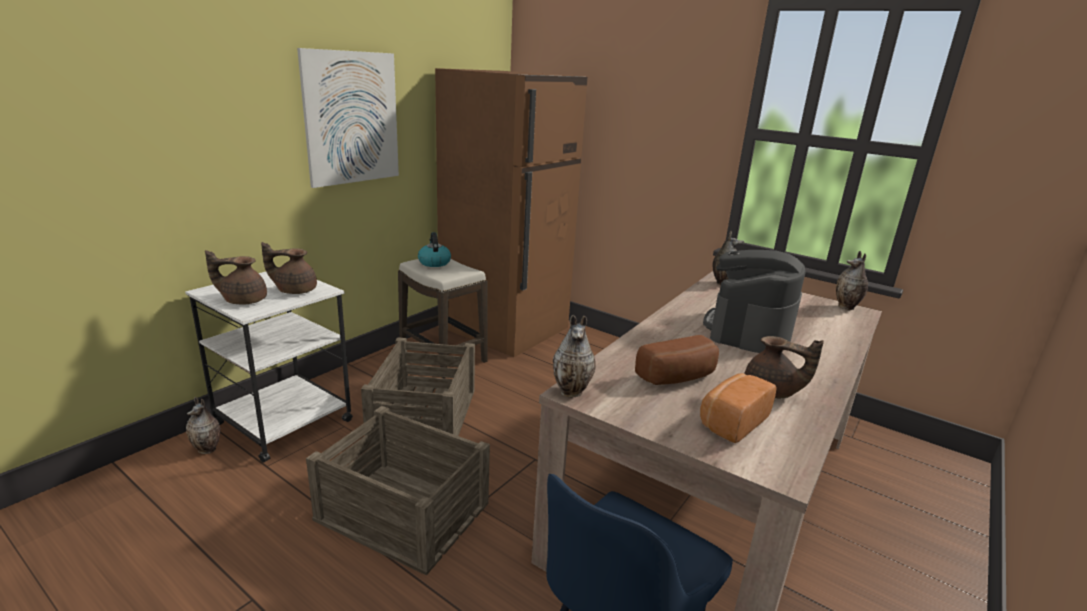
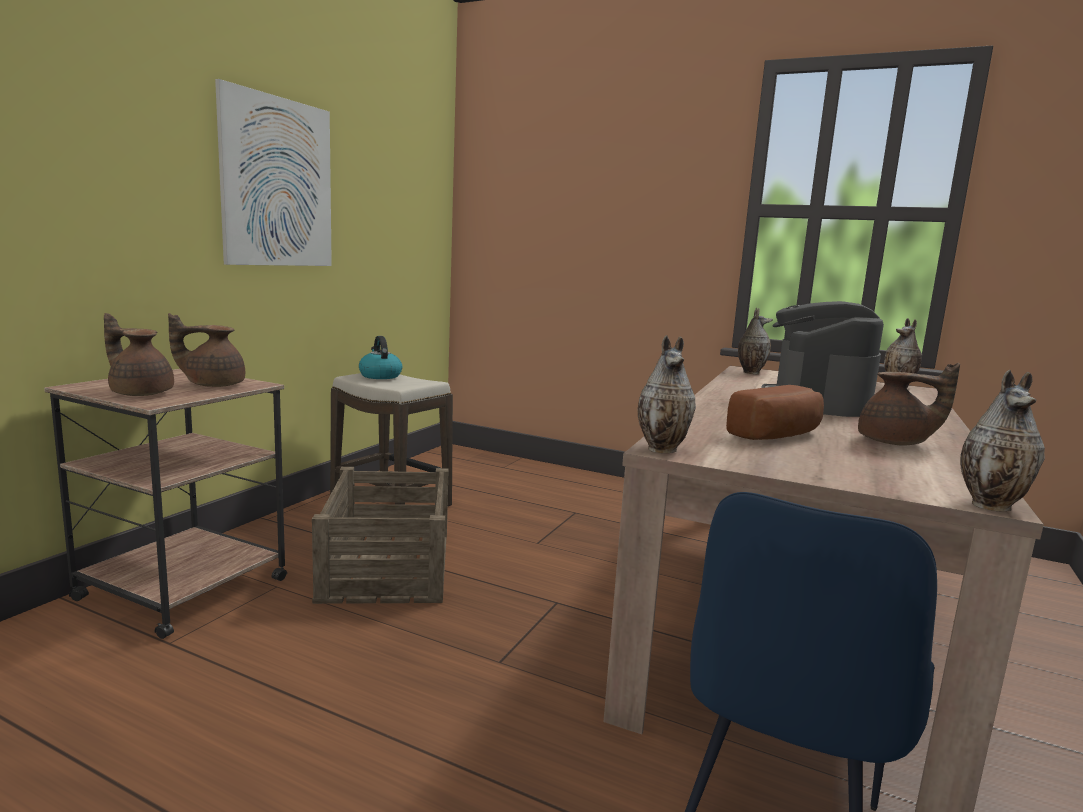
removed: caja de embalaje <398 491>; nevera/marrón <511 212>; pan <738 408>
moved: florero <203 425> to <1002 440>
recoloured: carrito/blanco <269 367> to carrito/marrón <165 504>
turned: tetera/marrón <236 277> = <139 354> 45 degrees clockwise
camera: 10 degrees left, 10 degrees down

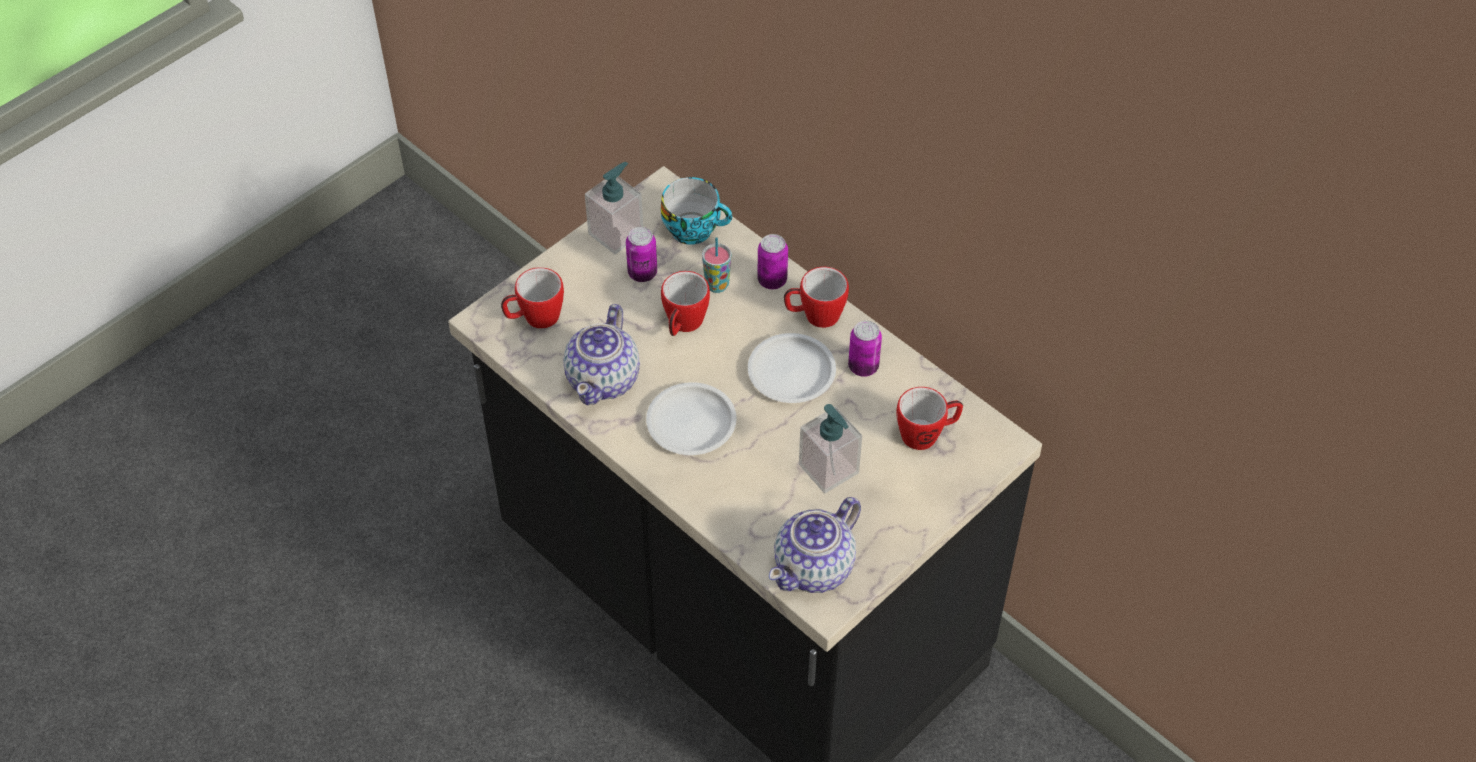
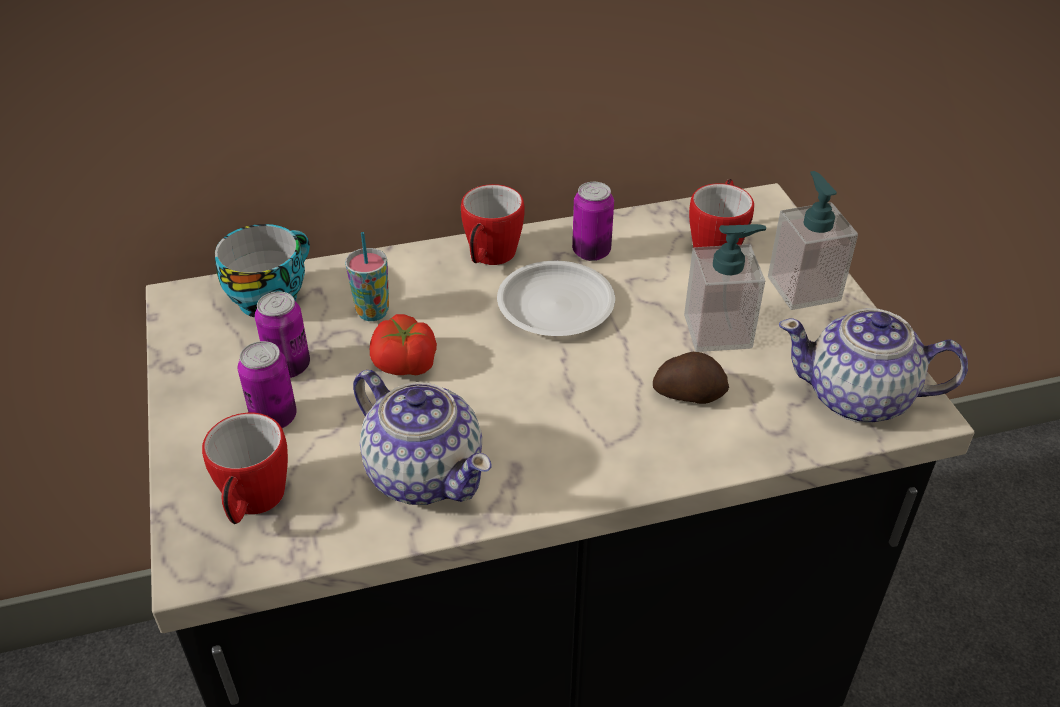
removed: plato/blanco <691 418>
added: patata <691 378>
moved: dispensador de jabón <614 208> to <813 240>; lata <772 261> to <267 384>
replaced: taza grande <685 303> to tomate <403 344>
turned: tetera <815 545> = <873 365> 120 degrees clockwise
camera: 60 degrees left, 10 degrees down

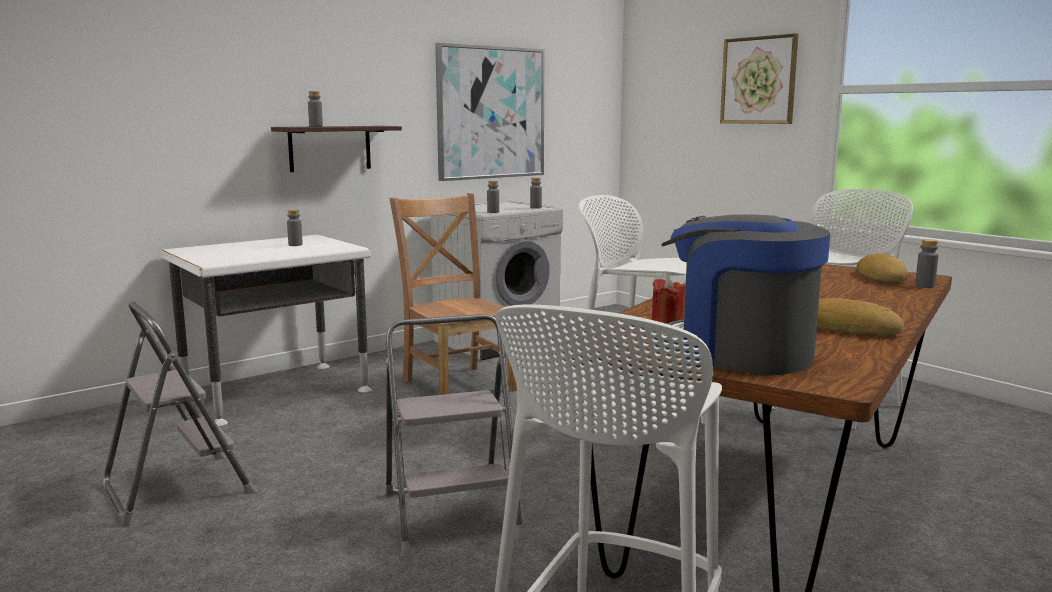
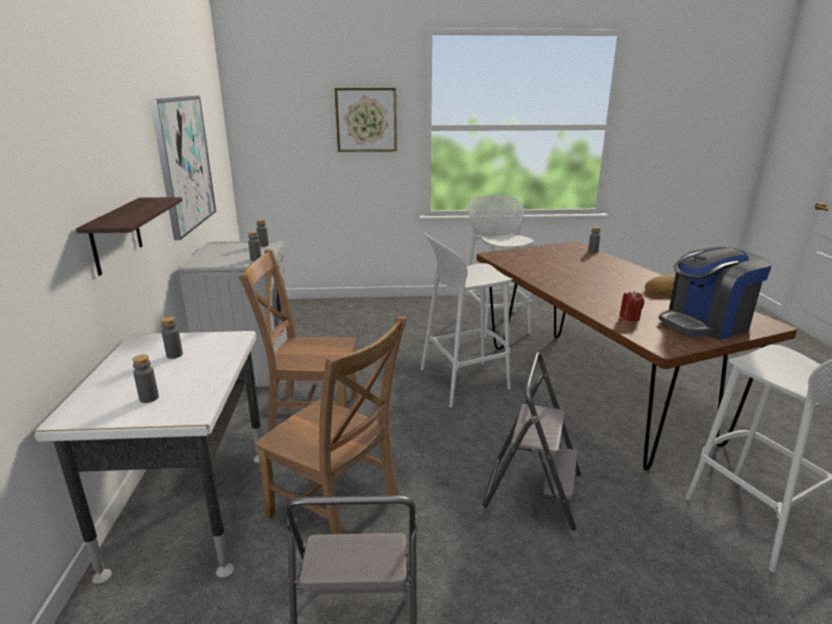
removed: pan <882 267>
added: silla/marrón <330 425>
moved: botella/gris <315 109> to <145 379>
camera: 55 degrees left, 10 degrees up

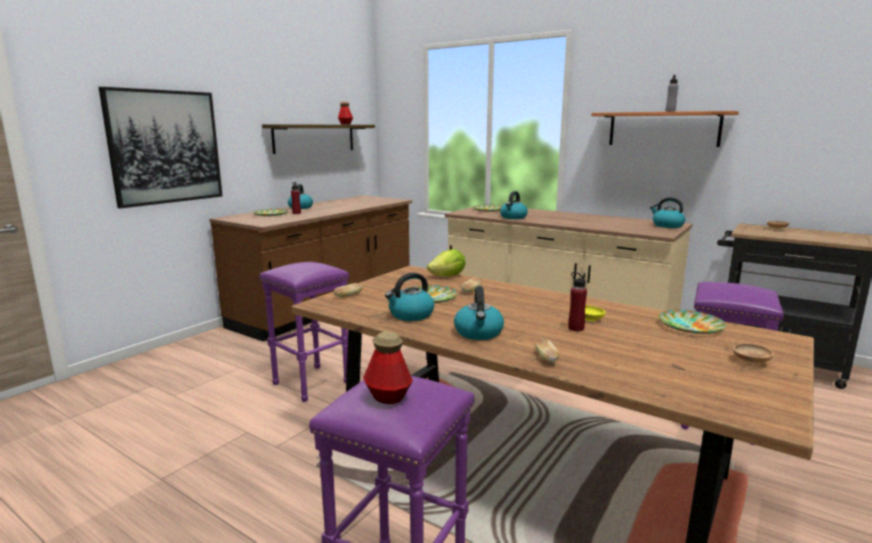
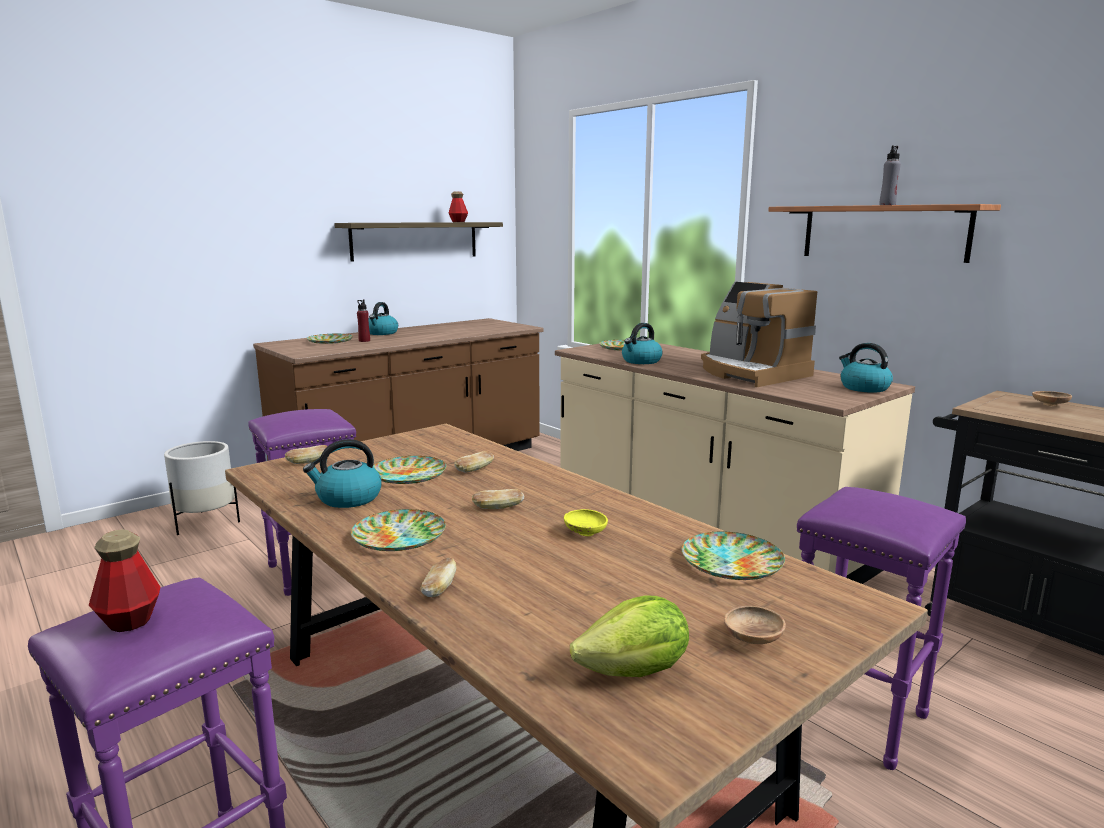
removed: cuadro <161 147>; botella/rojo <577 301>
added: maceta/blanco <202 488>; pan <498 499>; cafetera <759 334>
moved: lechuga <446 263> to <629 636>
replaced: hervidor <479 313> to plato <398 530>
camera: 15 degrees right, 0 degrees up

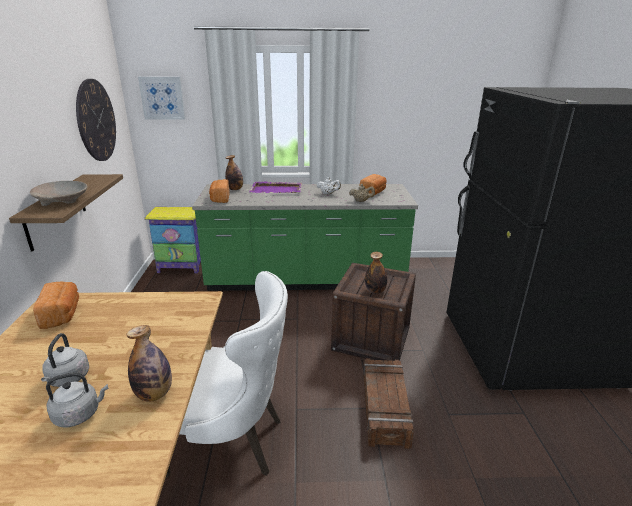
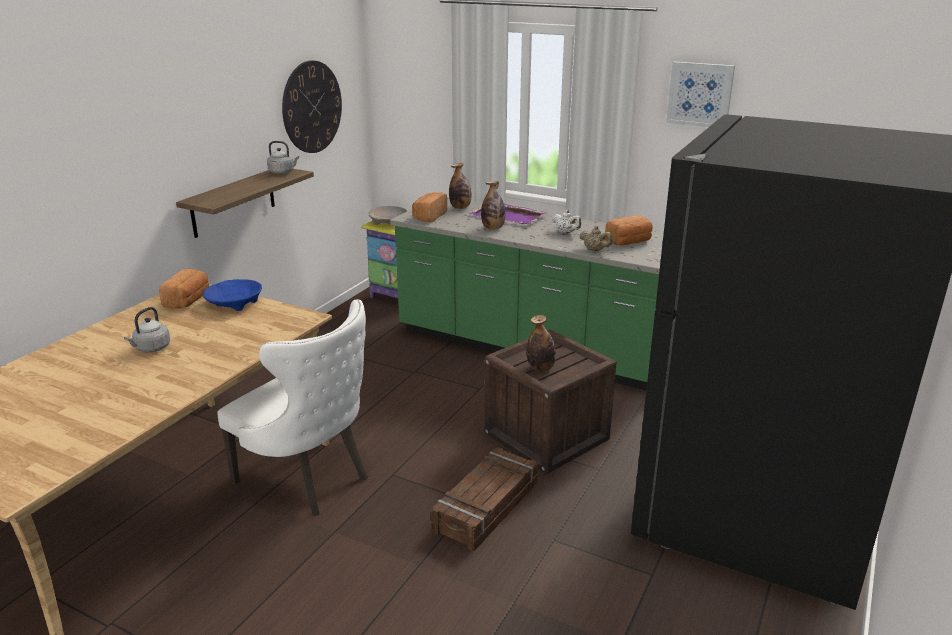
added: cuenco/azul <232 295>
moved: cuenco/beis <59 193> to <388 216>; hervidor/gris <77 399> to <283 157>; botella <149 363> to <493 205>; cuadro <161 98> to <700 94>
camera: 30 degrees right, 0 degrees up

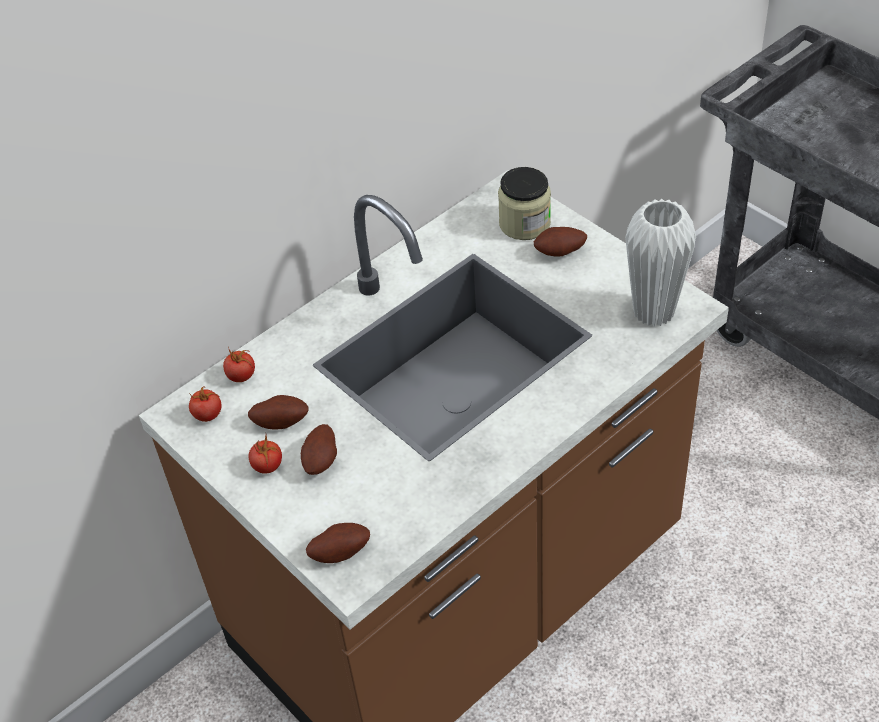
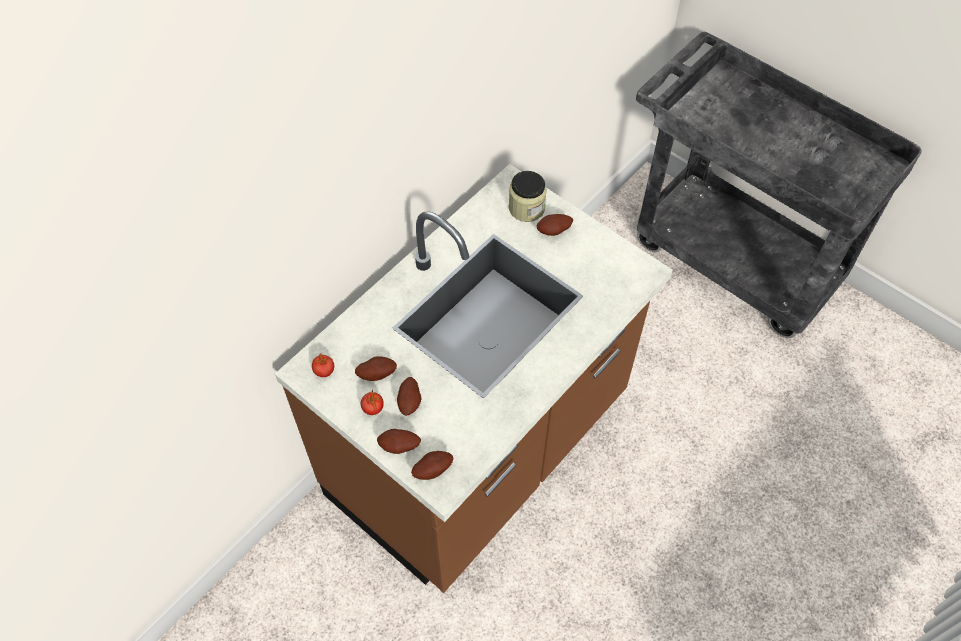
removed: tomate <239 364>; florero/blanco <660 263>
added: patata <399 441>
camera: 10 degrees left, 10 degrees up

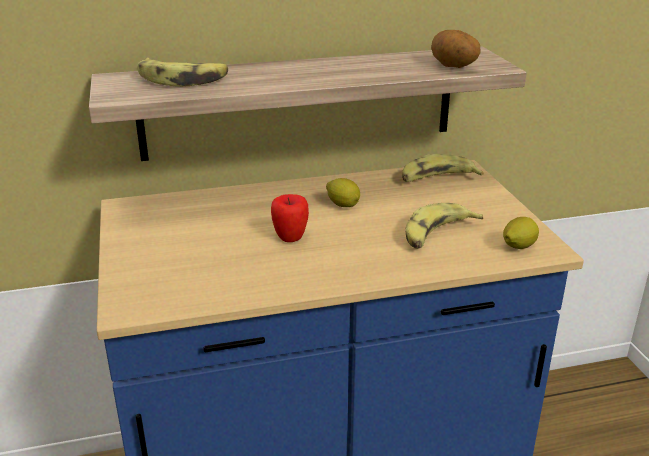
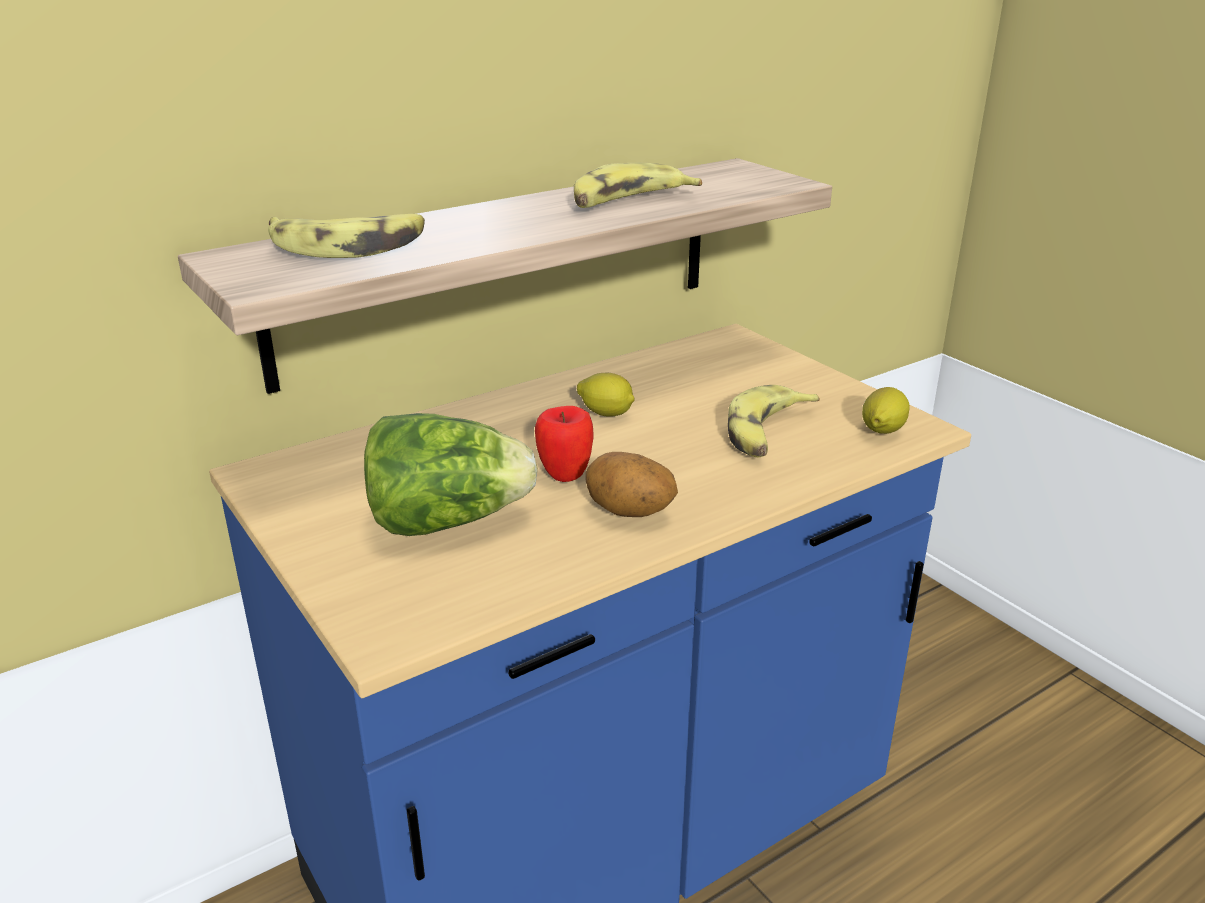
added: lechuga <451 474>
moved: plátano <443 168> to <638 185>; patata <456 49> to <632 484>
camera: 20 degrees left, 0 degrees up

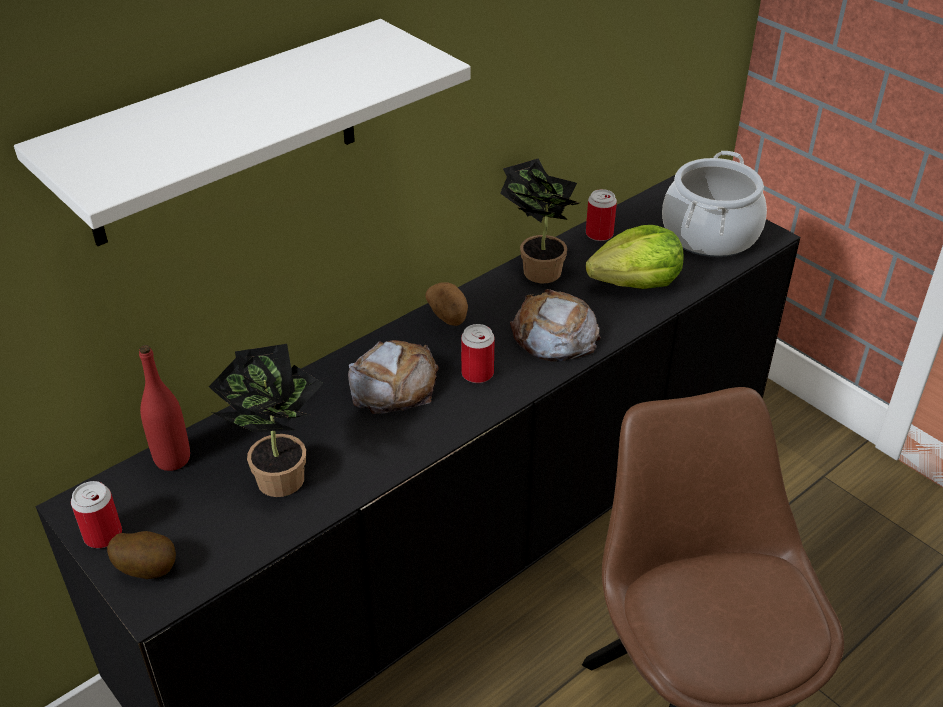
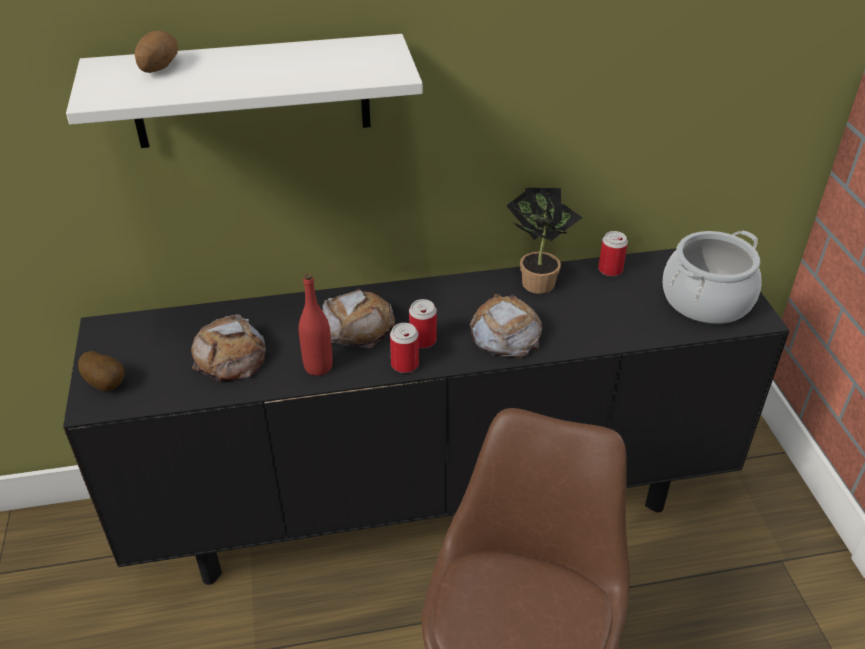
removed: lechuga <635 257>
moved: lata <96 514> to <404 348>; botella/rojo <164 408> to <316 324>; patata <446 304> to <156 52>
replaced: planta en maceta <266 420> to pan <228 348>
camera: 30 degrees right, 0 degrees up

